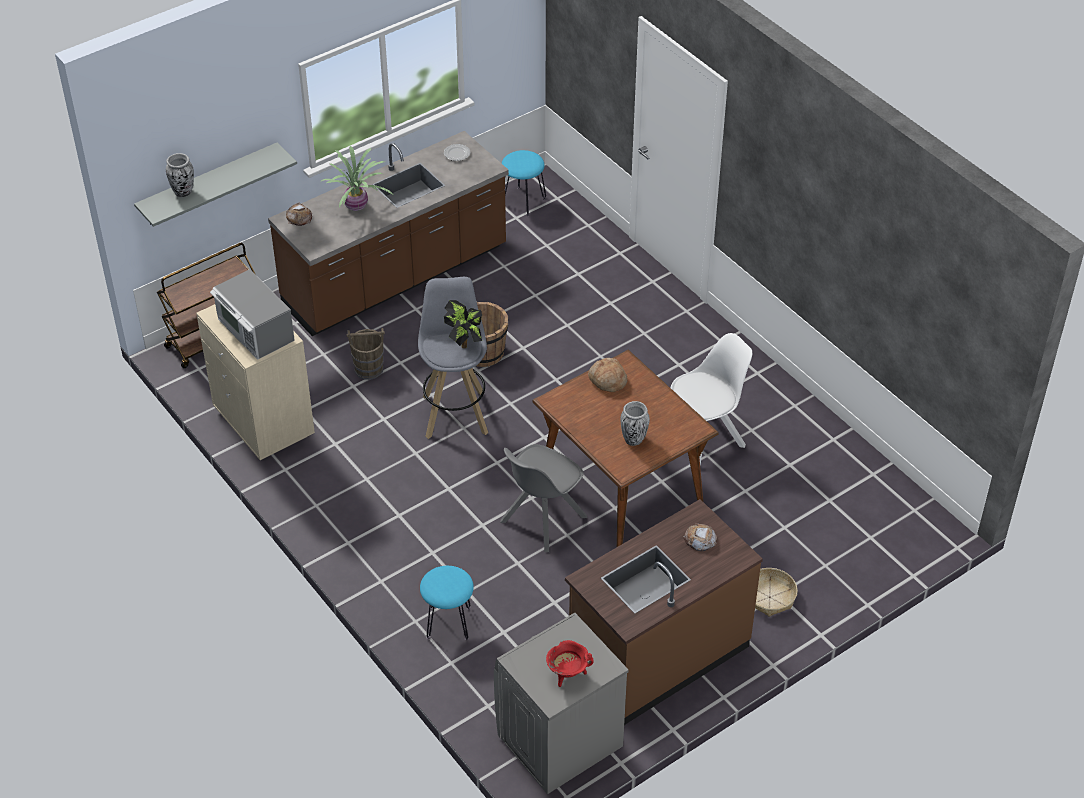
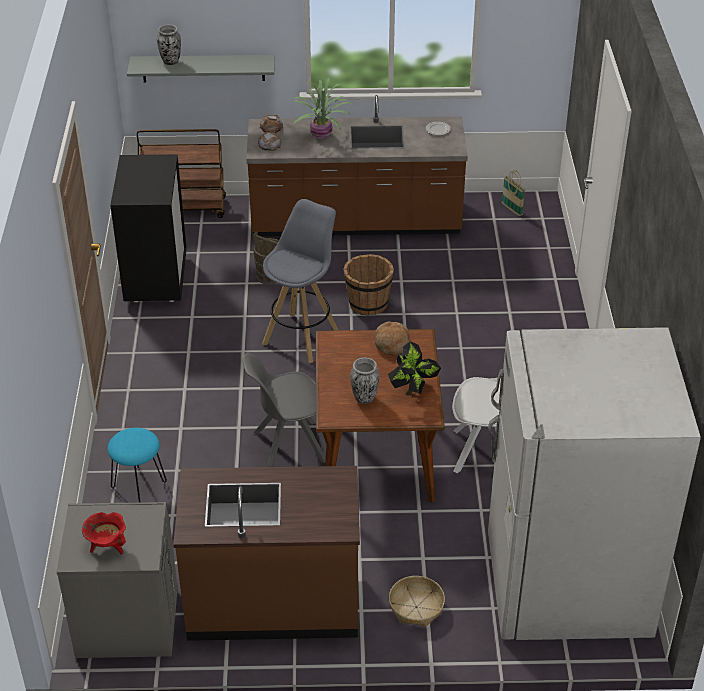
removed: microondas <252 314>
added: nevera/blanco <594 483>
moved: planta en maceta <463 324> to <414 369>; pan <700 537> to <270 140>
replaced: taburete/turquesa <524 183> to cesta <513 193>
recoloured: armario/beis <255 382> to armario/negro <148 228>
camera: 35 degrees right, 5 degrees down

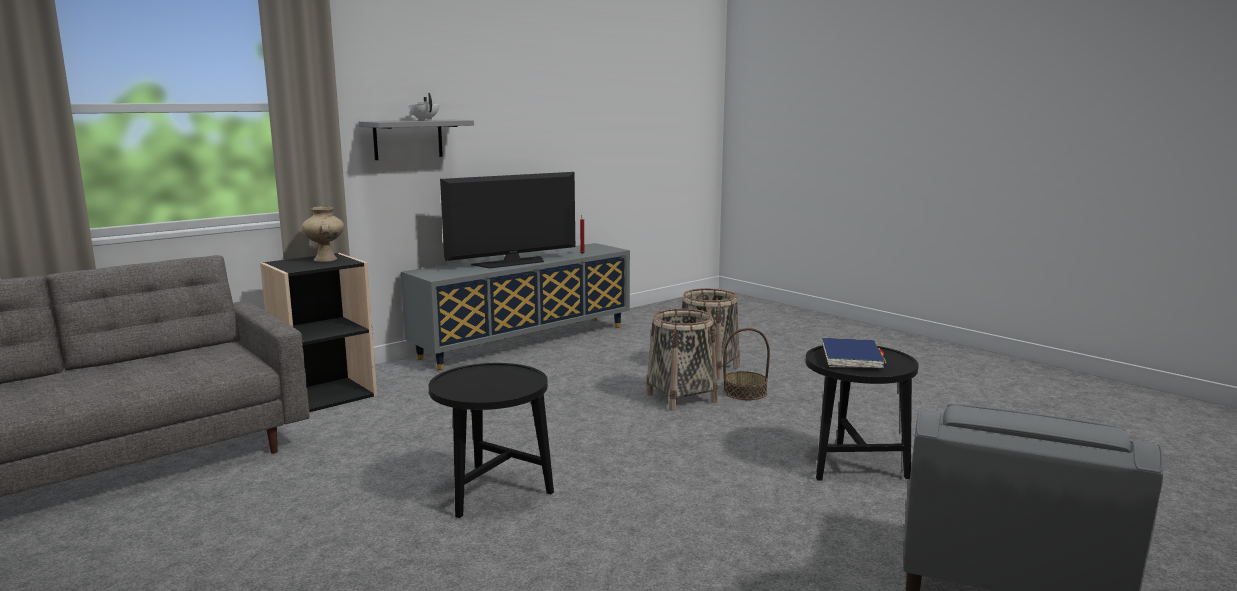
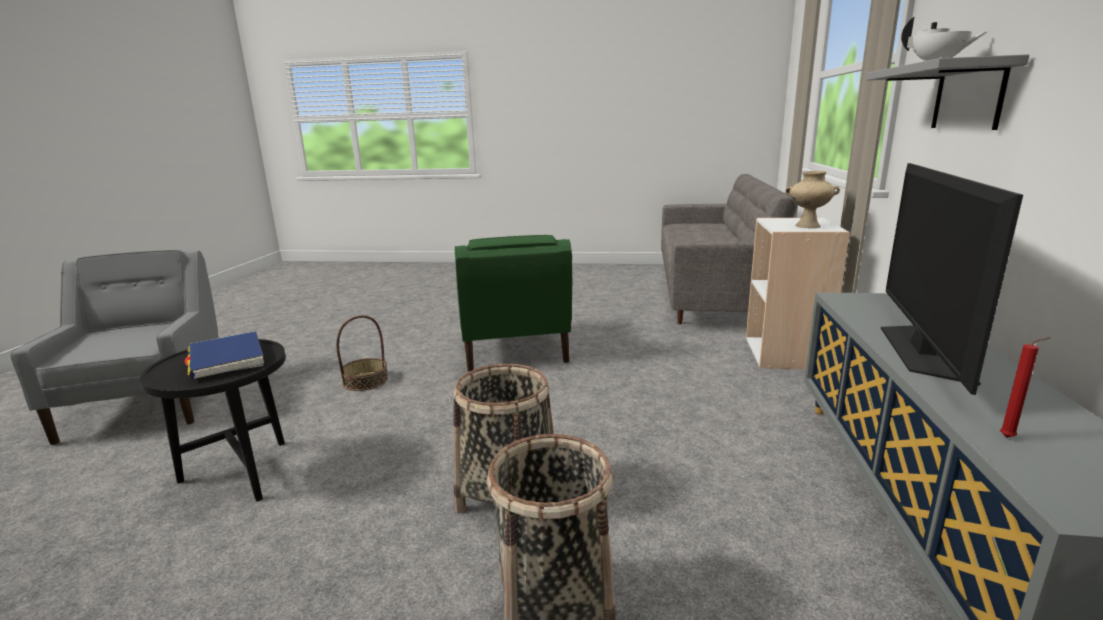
moved: cesta <746 364> to <362 353>
replaced: mesa auxiliar/negro <491 440> to sillón/verde <513 303>
recoloured: estantería/negro <318 332> to estantería/blanco <798 294>
camera: 140 degrees right, 5 degrees up

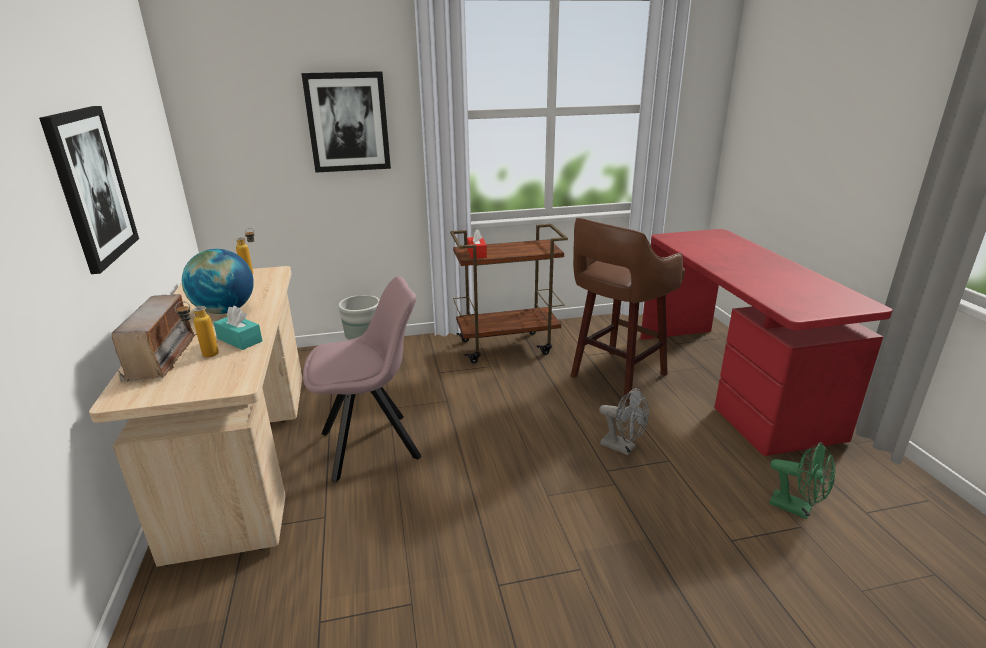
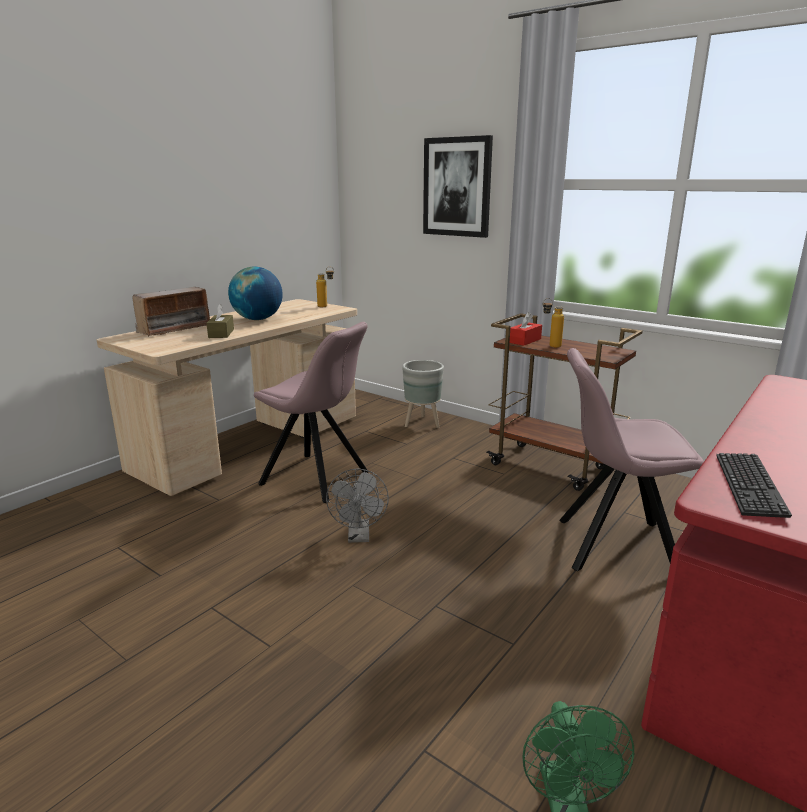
removed: cuadro <89 190>
added: teclado <754 485>
moved: botella <197 329> to <553 323>; ventilador/gris <624 421> to <357 505>
replaced: taburete/marrón <628 310> to silla/rosa <631 459>
recoloured: caja de pañuelos/turquesa <237 328> to caja de pañuelos/marrón <220 321>
camera: 50 degrees right, 5 degrees down

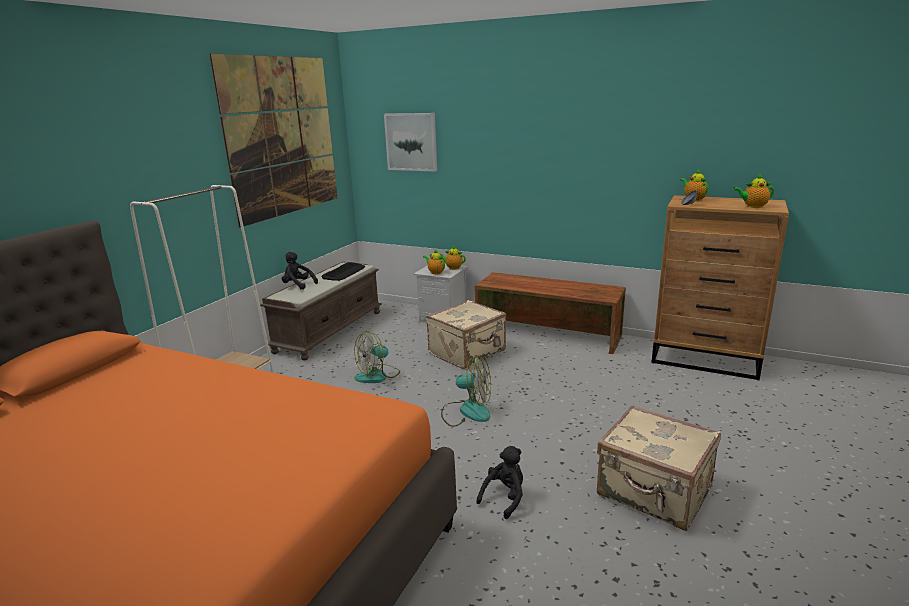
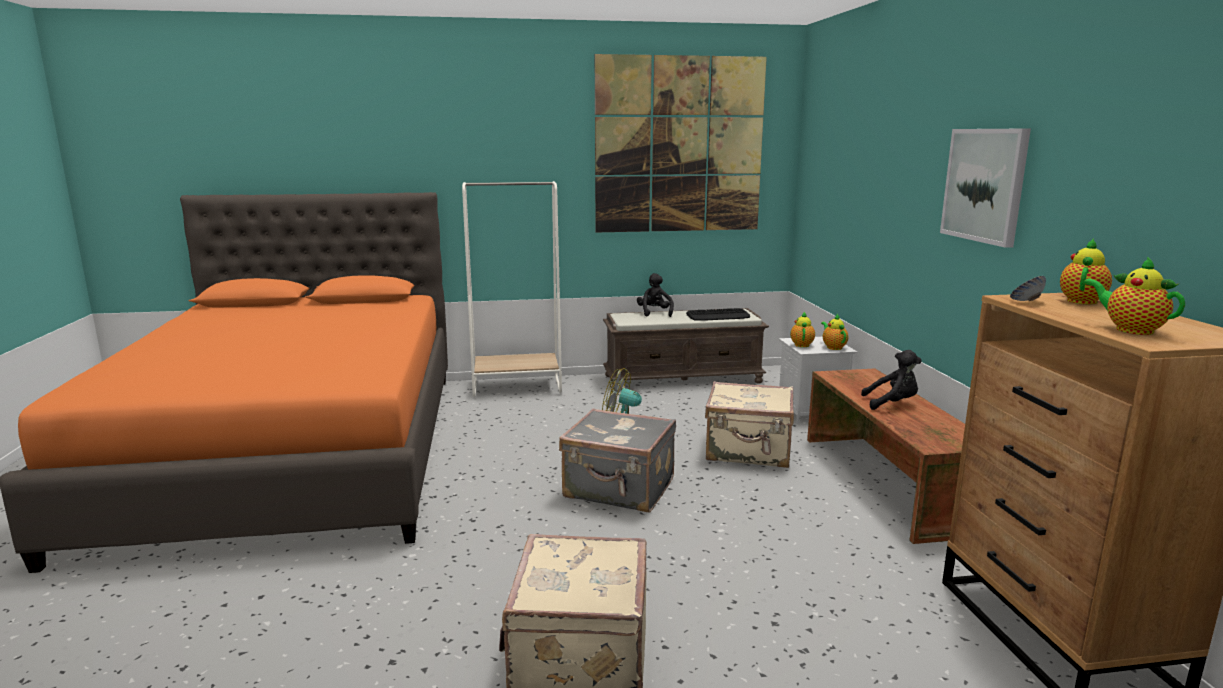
moved: cuadro <410 142> to <985 188>; peluche/negro <499 482> to <891 380>
replaced: ventilador <466 391> to maleta/gris <617 460>
camera: 55 degrees right, 5 degrees down

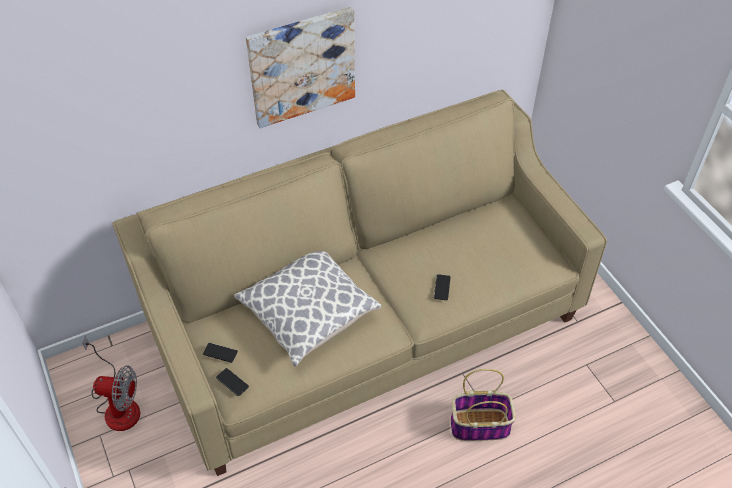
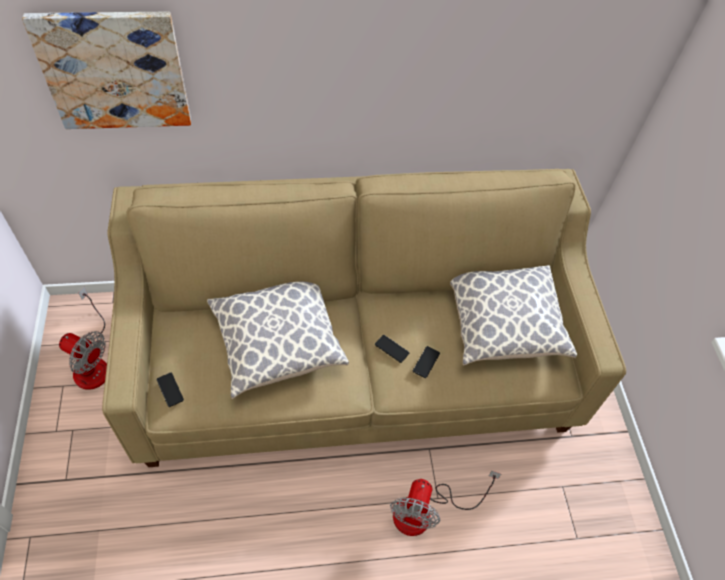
added: cojín <513 315>
moved: móvil <220 353> to <392 349>; cuadro <300 67> to <106 70>
replaced: cesta <483 405> to ventilador <445 503>
camera: 15 degrees right, 5 degrees up

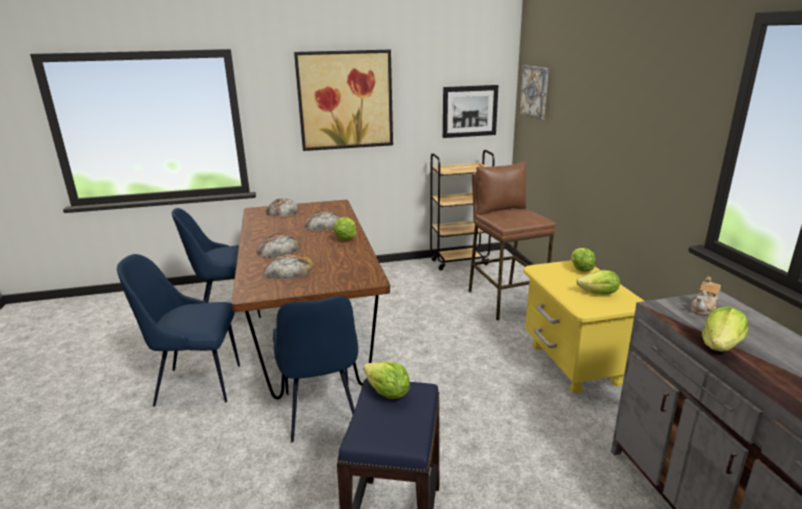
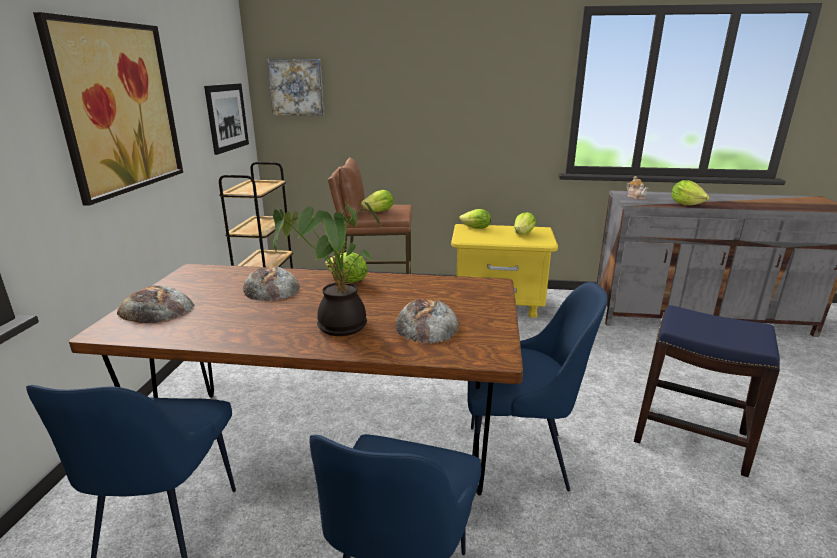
moved: lechuga <386 380> to <377 201>
replaced: pan <278 245> to planta en maceta <327 268>
camera: 70 degrees left, 0 degrees up

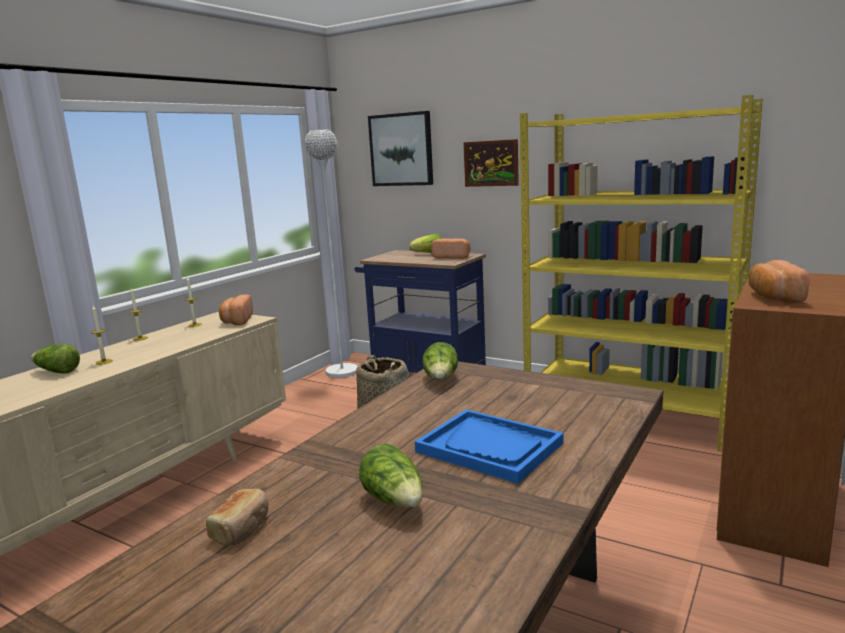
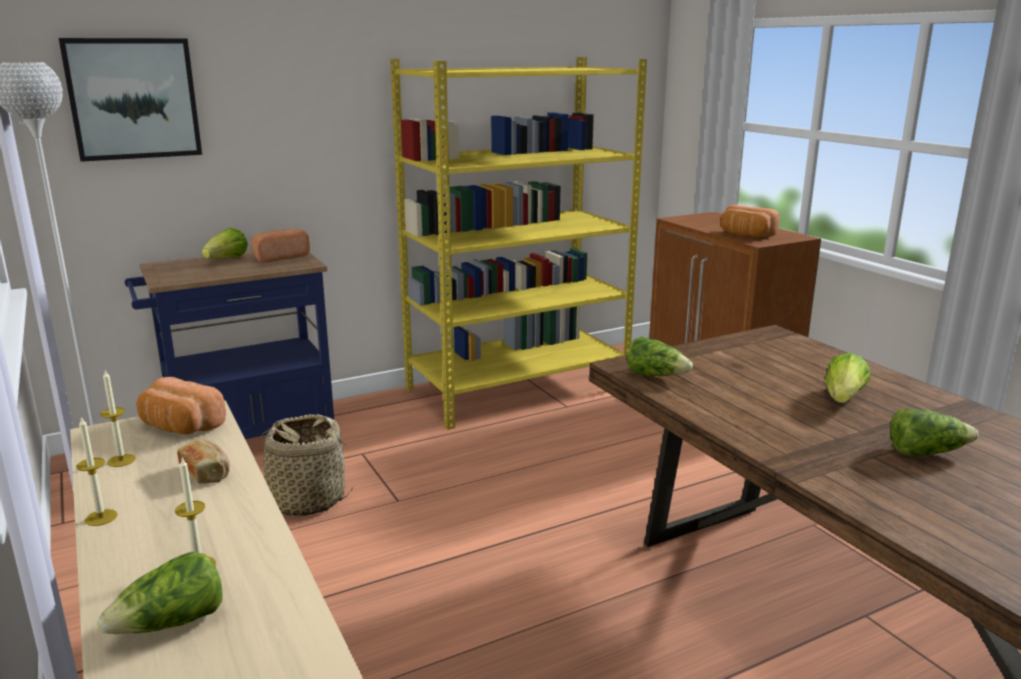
removed: cuadro <491 163>
moved: pan <237 517> to <203 461>
replaced: bandeja/azul <489 446> to lechuga <848 378>
camera: 60 degrees left, 5 degrees up

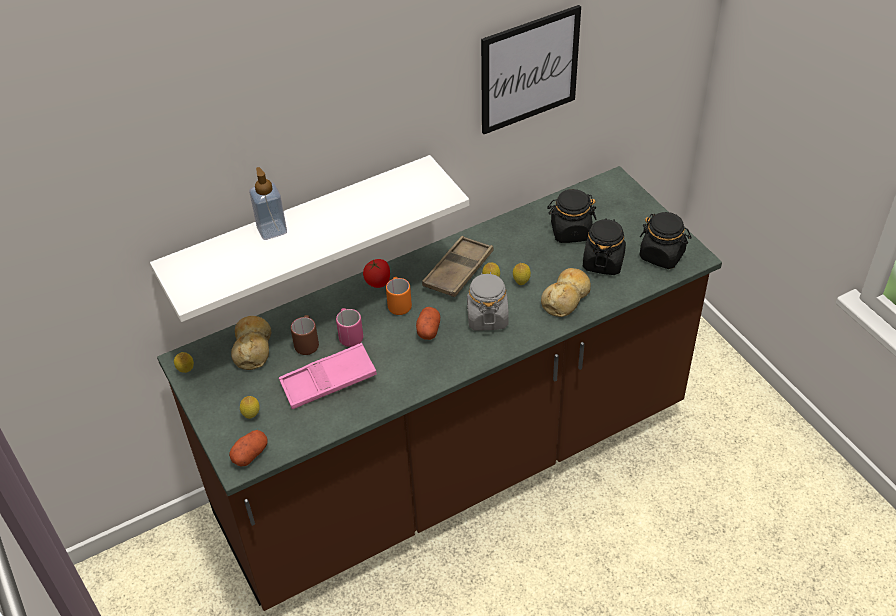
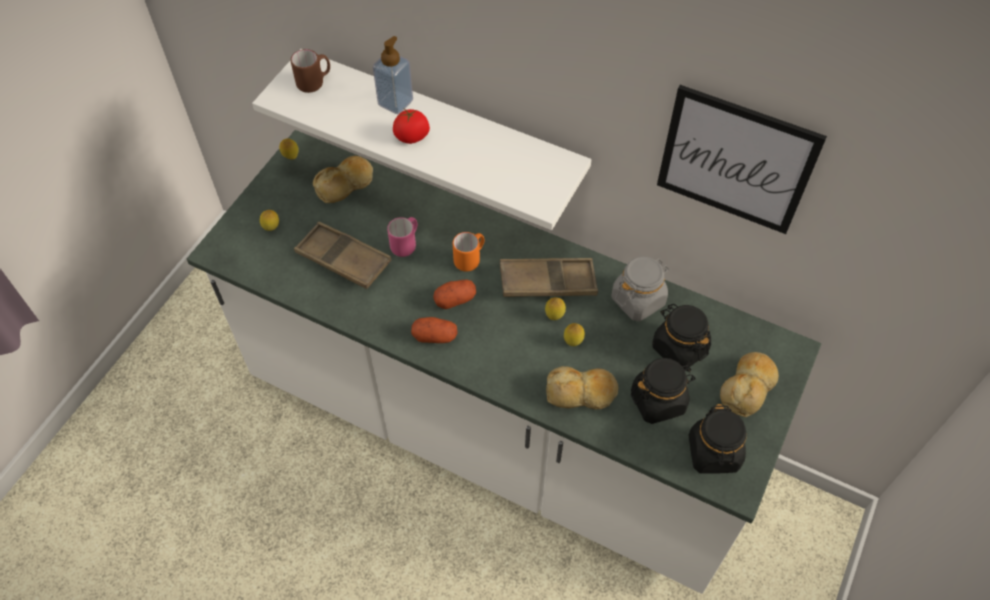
added: pan <749 384>
moved: patata <248 448> to <434 330>; taza grande/marrón <305 335> to <310 71>; tomate <376 273> to <411 126>; tarro/gris <488 301> to <640 288>
recoloured: mueble bajo de cocina/marrón <439 388> to mueble bajo de cocina/blanco <504 362>; bandeja/rosa <328 376> to bandeja/marrón <342 255>
camera: 55 degrees right, 10 degrees up

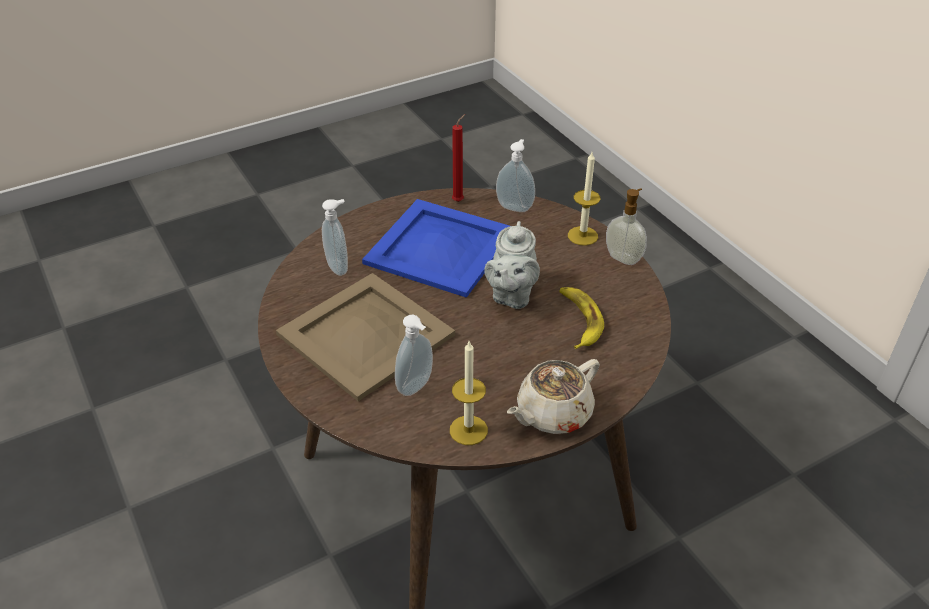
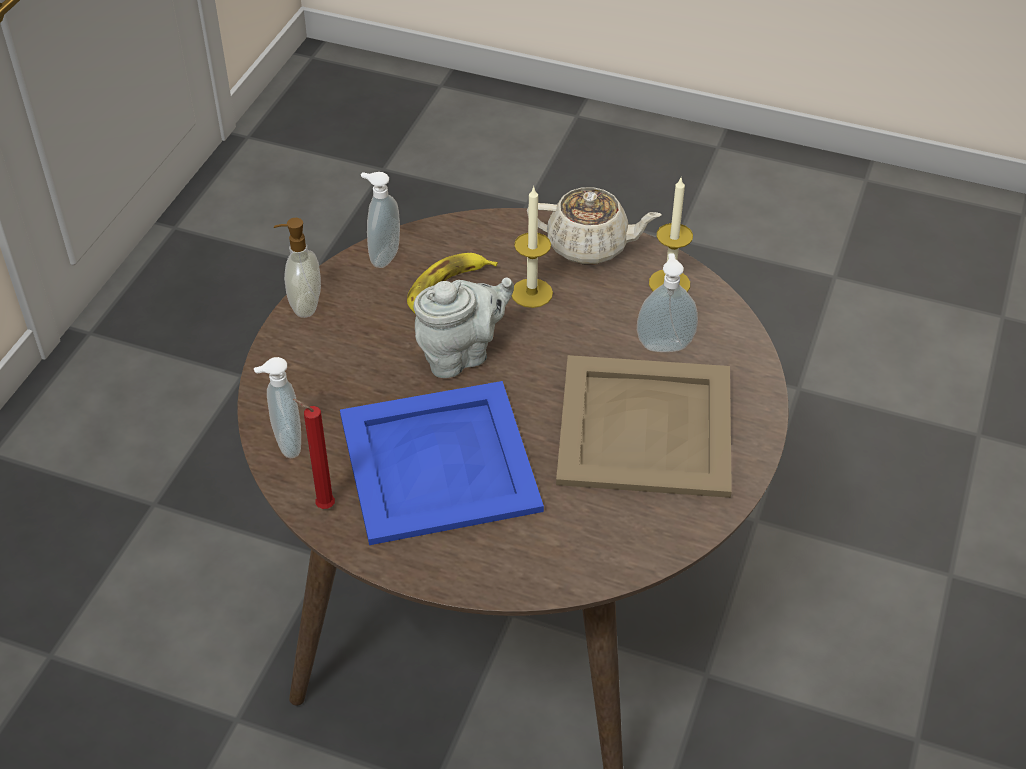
moved: dispensador de jabón <335 237> to <380 220>; vela <584 199> to <532 247>
camera: 130 degrees left, 5 degrees up

